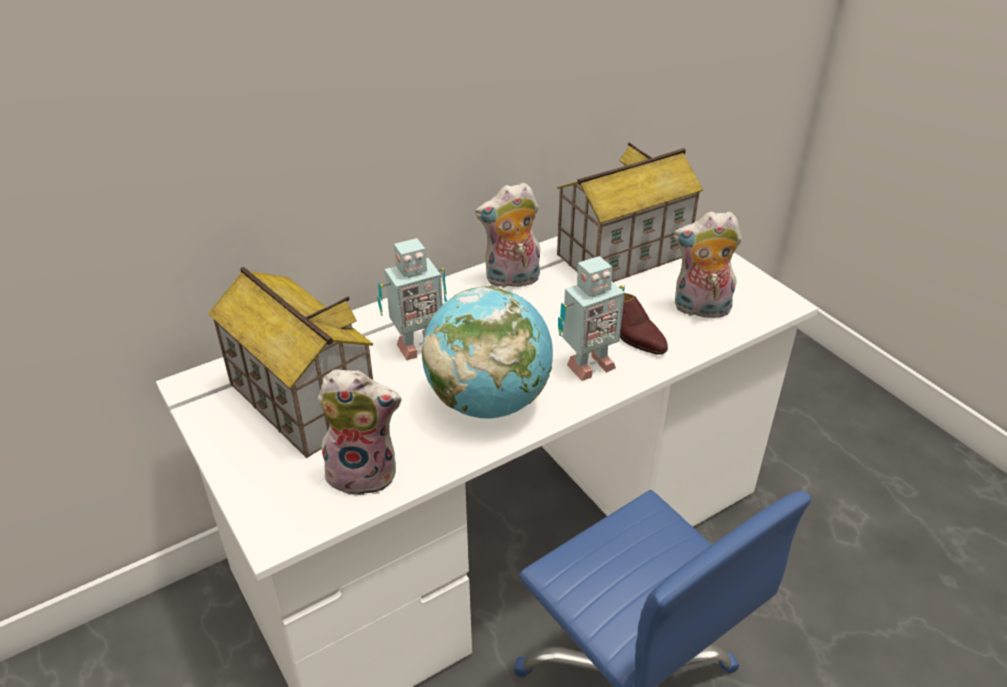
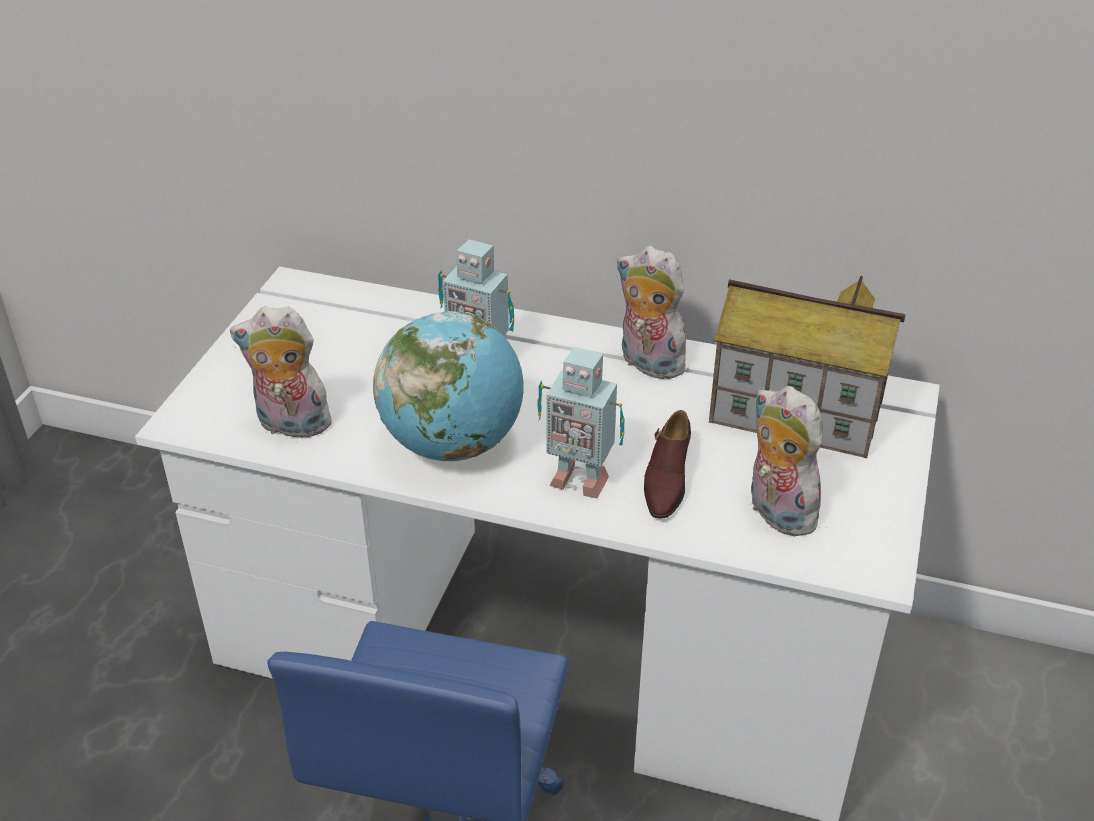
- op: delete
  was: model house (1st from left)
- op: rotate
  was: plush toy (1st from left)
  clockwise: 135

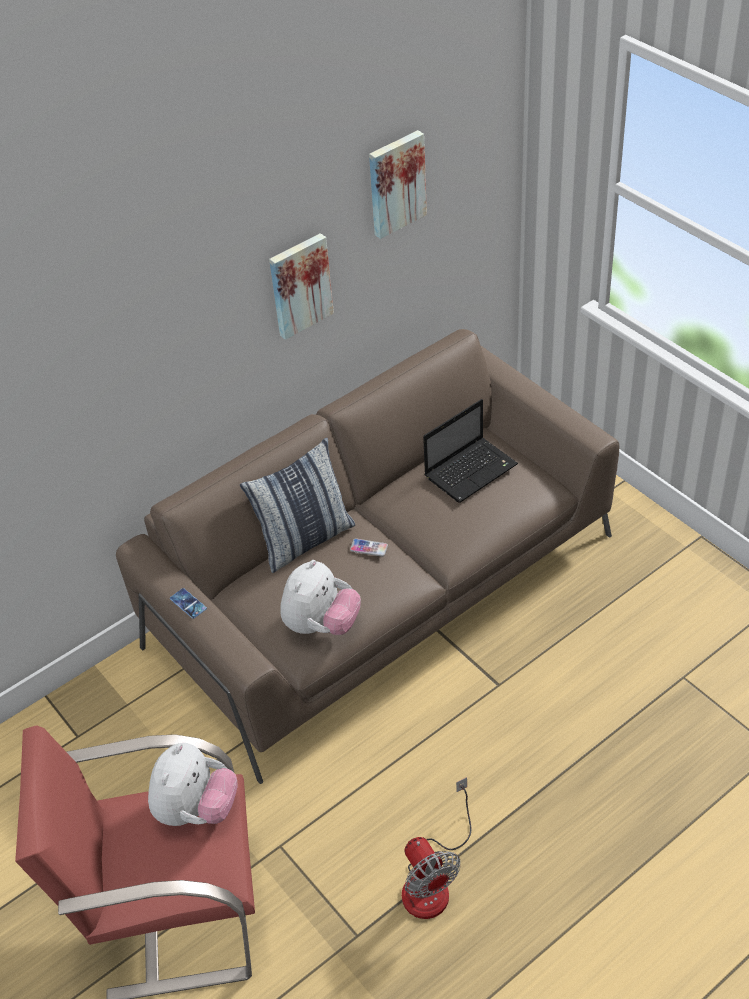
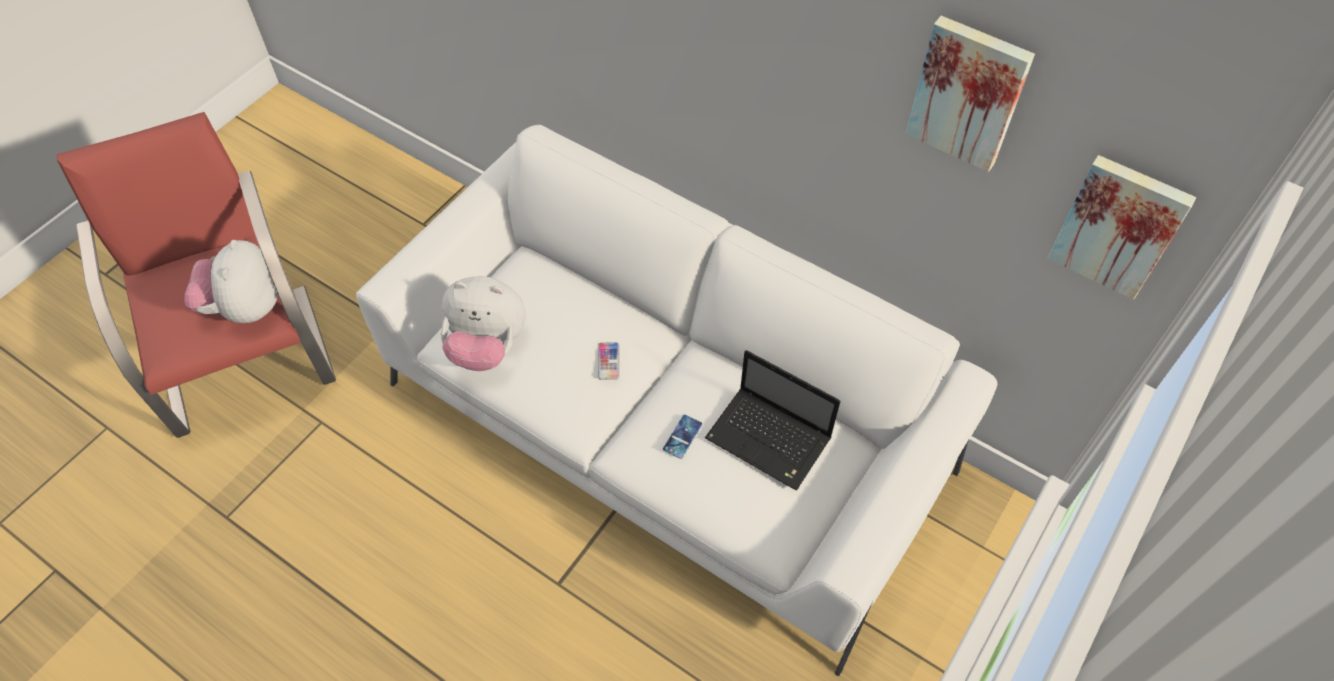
- op: delete
  was: cushion
- op: delete
  was: electric fan
- op: move
  was: phone (1st from left in the first image)
  now: phone (2nd from left)
- op: move
  was: wall picture (1st from left in the first image)
  now: wall picture (2nd from left)
- op: recolor
  was: sofa (brown-coloured)
  now: sofa (white-coloured)
- op: rotate
  was: plush toy (1st from left)
  clockwise: 90

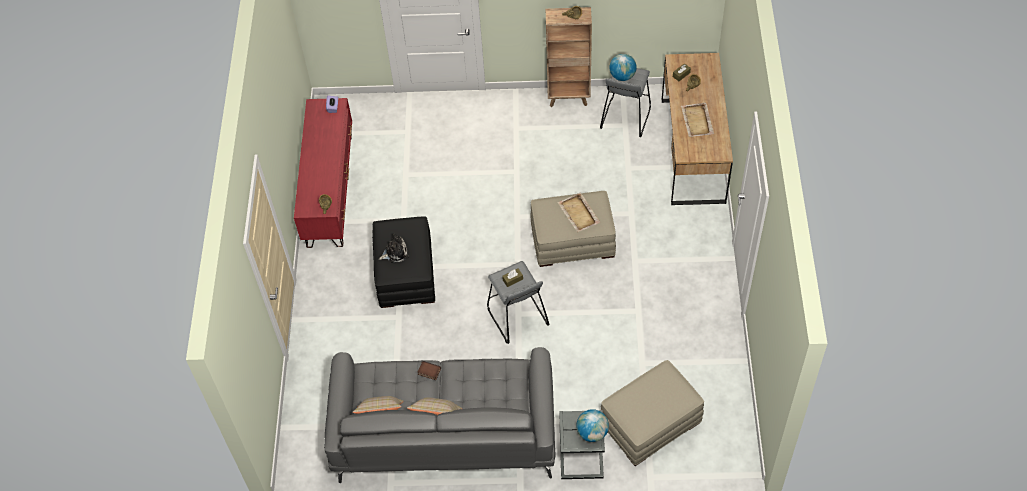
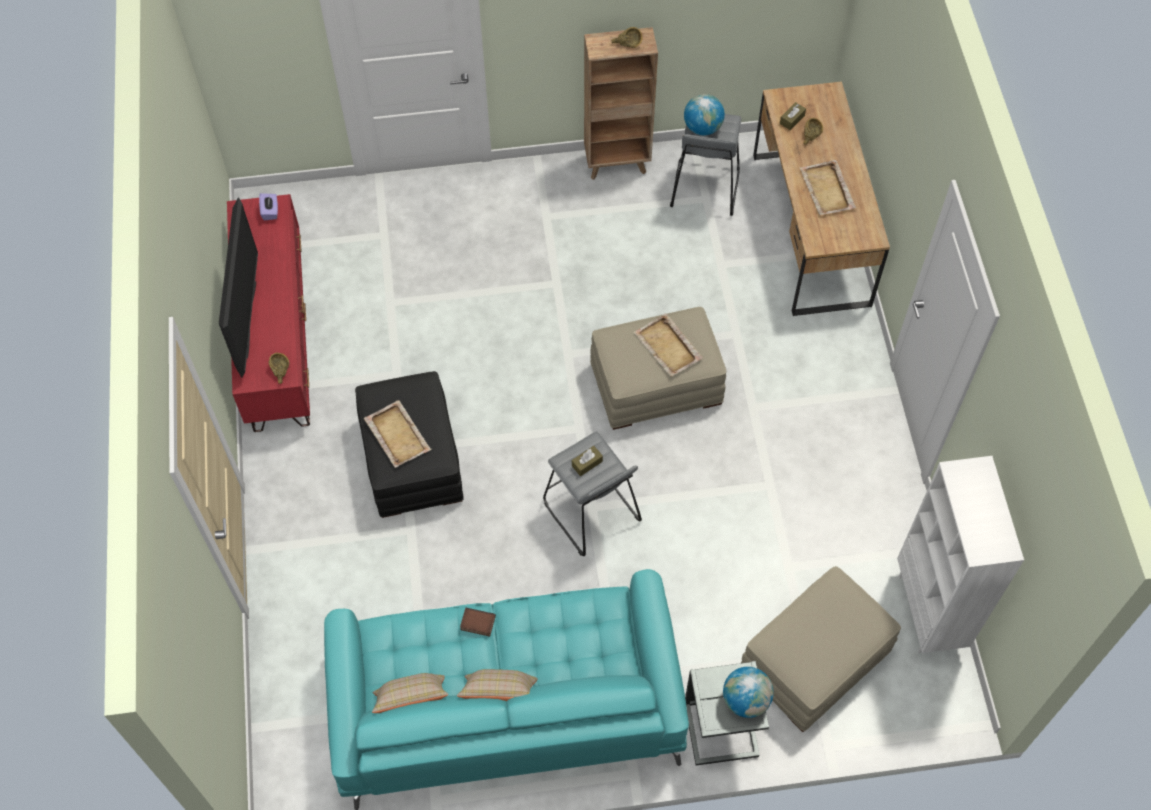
- op: insert
  now: television
- op: insert
  now: bookcase (white-coloured)
- op: replace
  was: plush toy
  now: tray (sand-coloured) (1st from left)
- op: recolor
  was: sofa (greyish)
  now: sofa (turquoise-coloured)

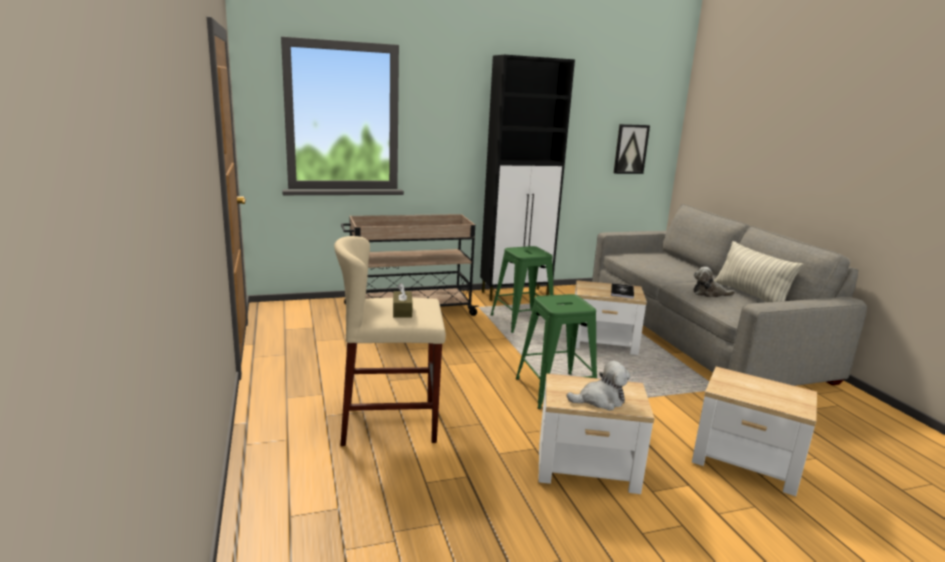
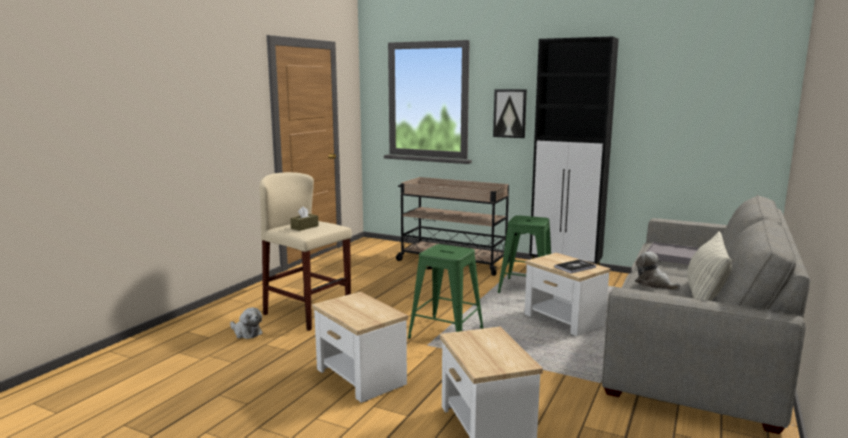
- op: insert
  now: tray (greyish)
- op: move
  was: plush toy (1st from left)
- op: move
  was: wall picture

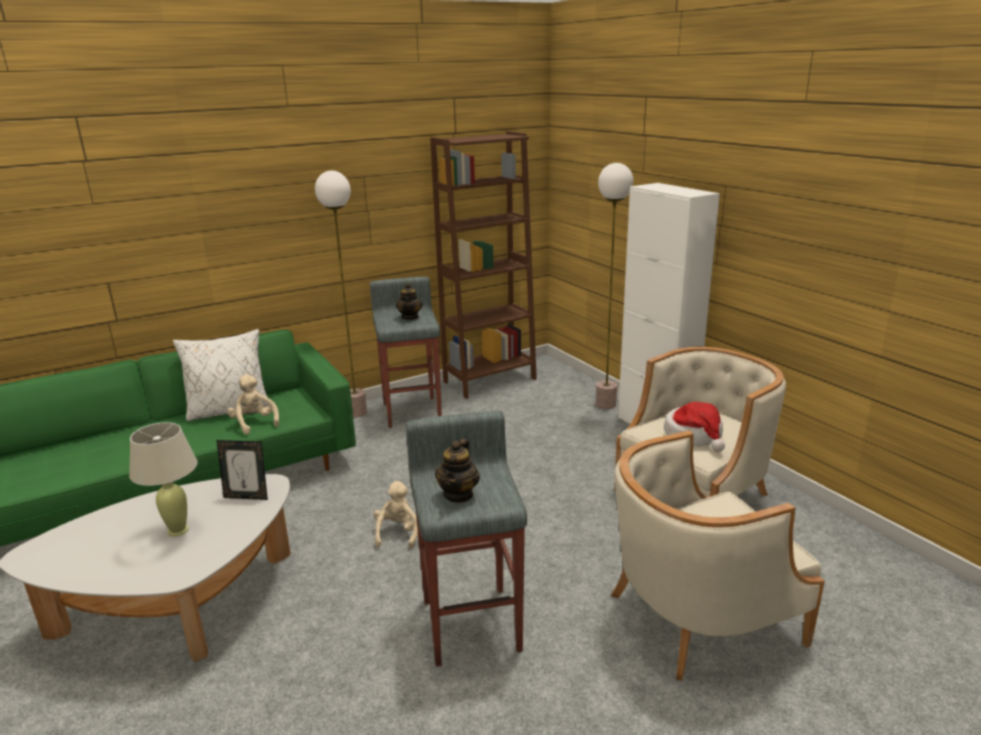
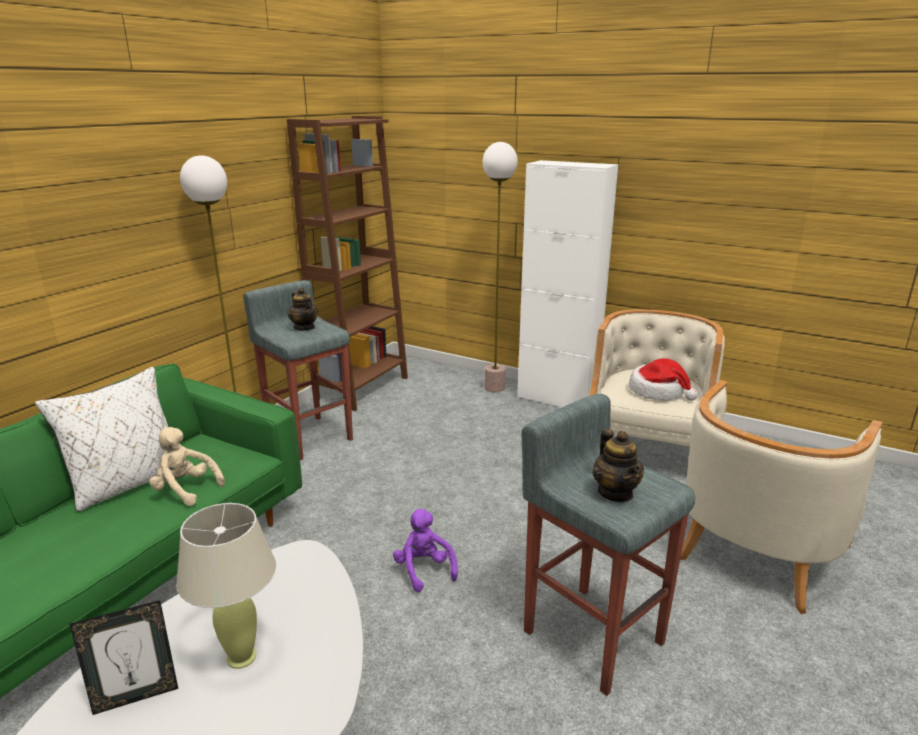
- op: move
  was: standing frame
- op: recolor
  was: plush toy (sand-coloured) (2nd from left)
  now: plush toy (purple)

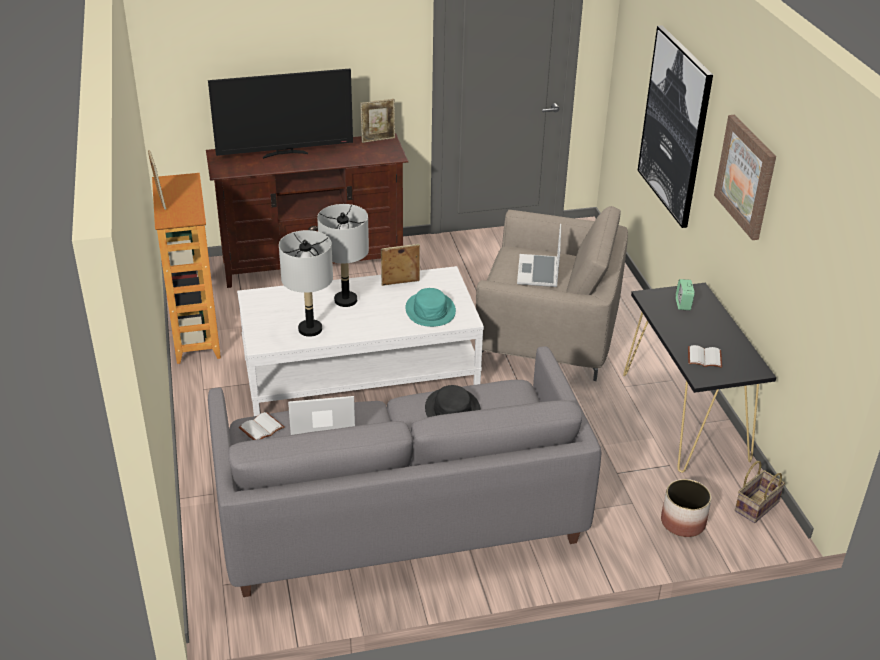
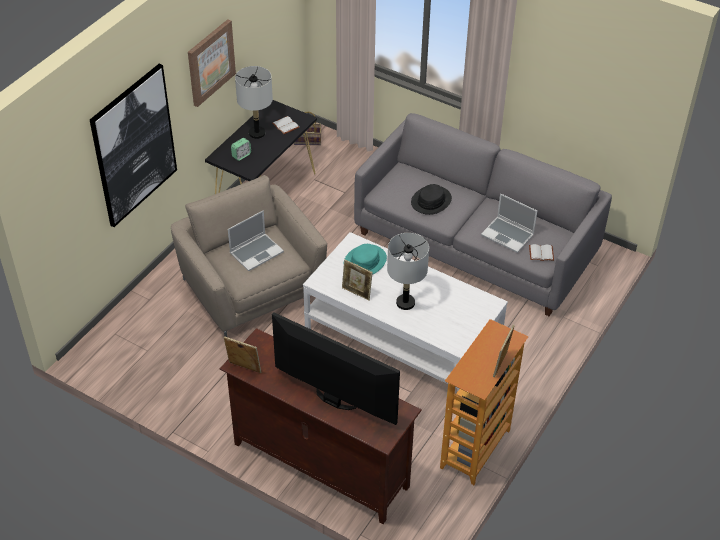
- op: delete
  was: plant pot
- op: move
  was: lamp for a table (greyish) (1st from left)

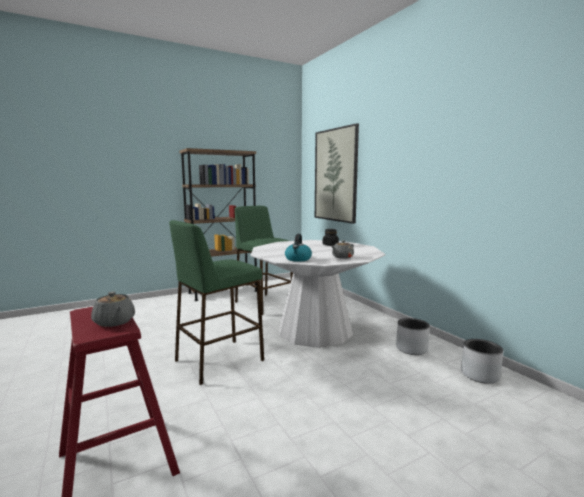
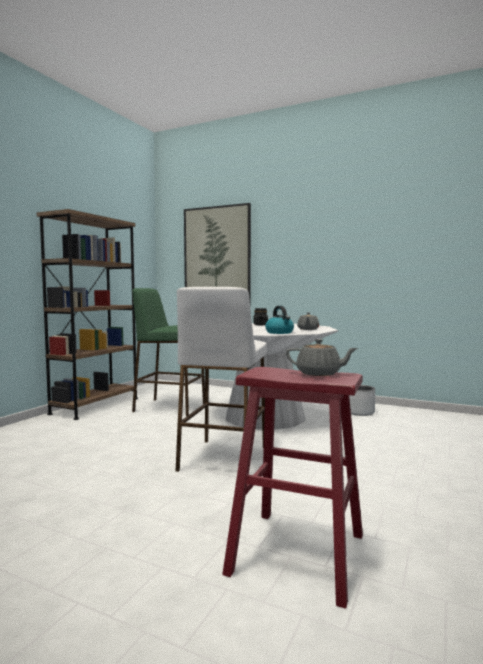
- op: delete
  was: plant pot (greyish) (2nd from left)
- op: recolor
  was: stool seat (greenish) (1st from left)
  now: stool seat (white-coloured)

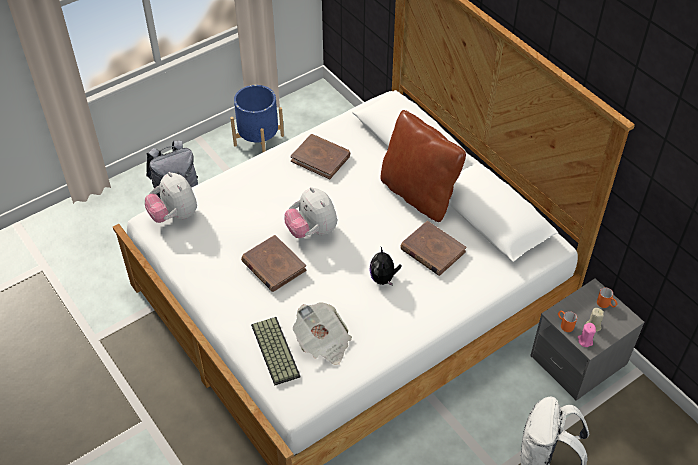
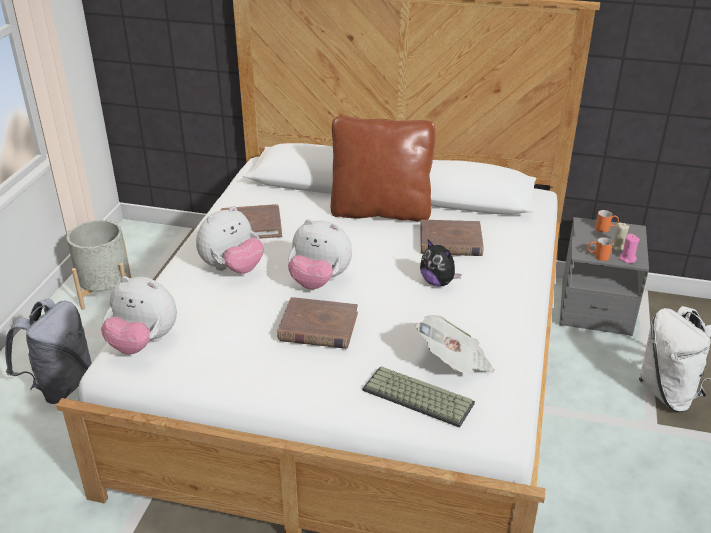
- op: insert
  now: plush toy (2nd from left)
- op: recolor
  was: plant pot (bluish)
  now: plant pot (greyish)

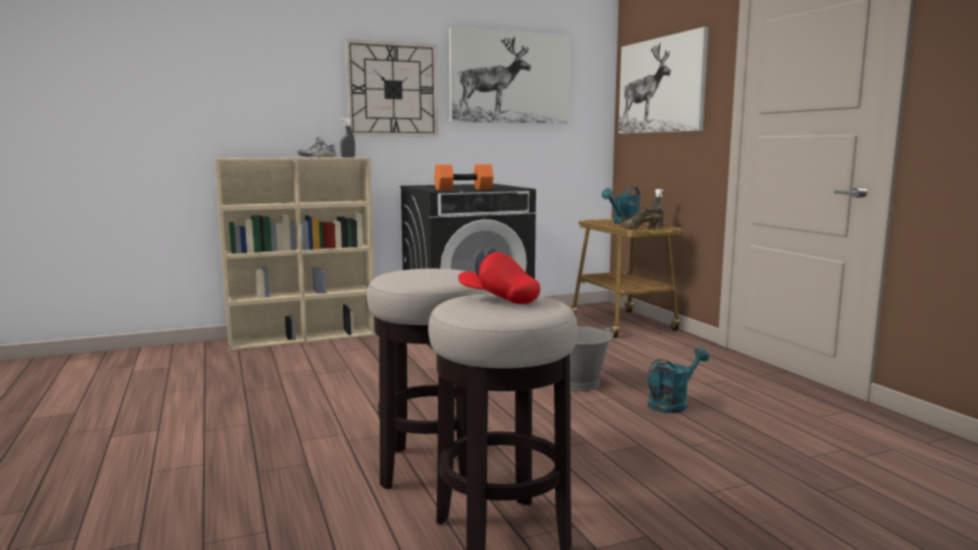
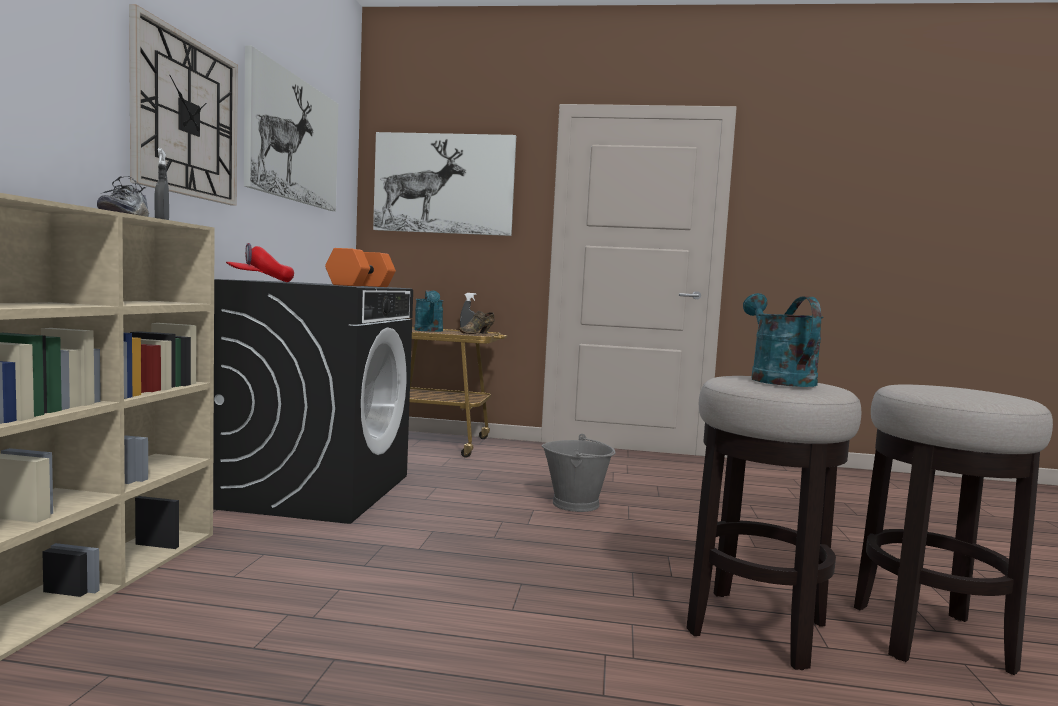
- op: move
  was: peaked cap (red-coloured)
- op: move
  was: sprinkling can (turquoise-coloured) (2nd from left)

